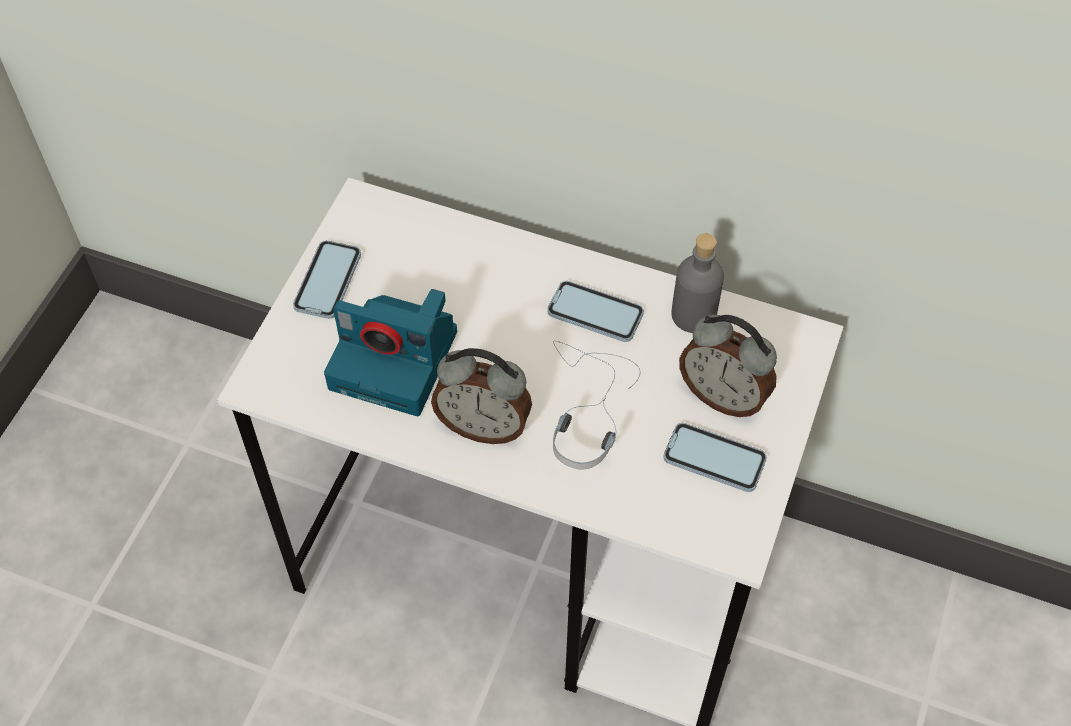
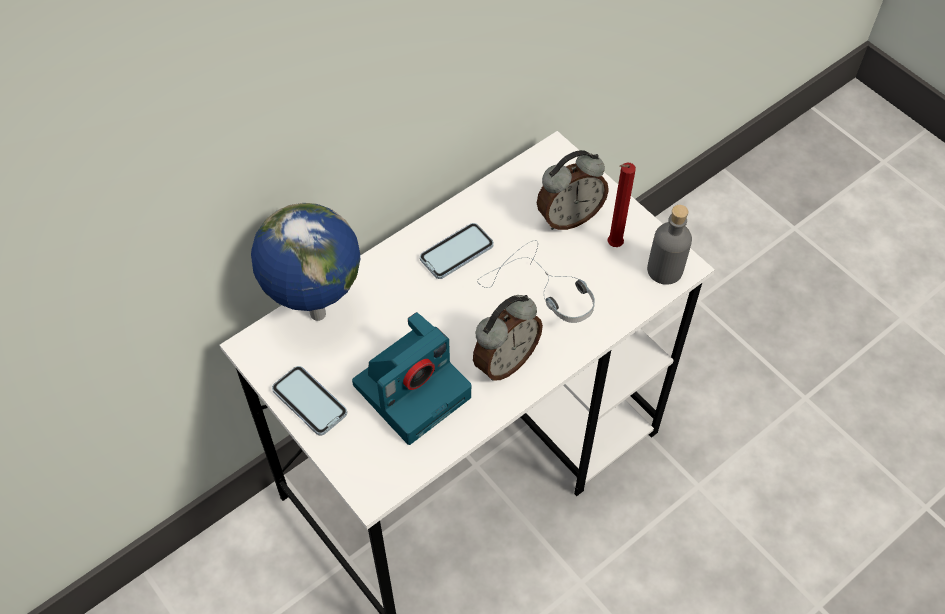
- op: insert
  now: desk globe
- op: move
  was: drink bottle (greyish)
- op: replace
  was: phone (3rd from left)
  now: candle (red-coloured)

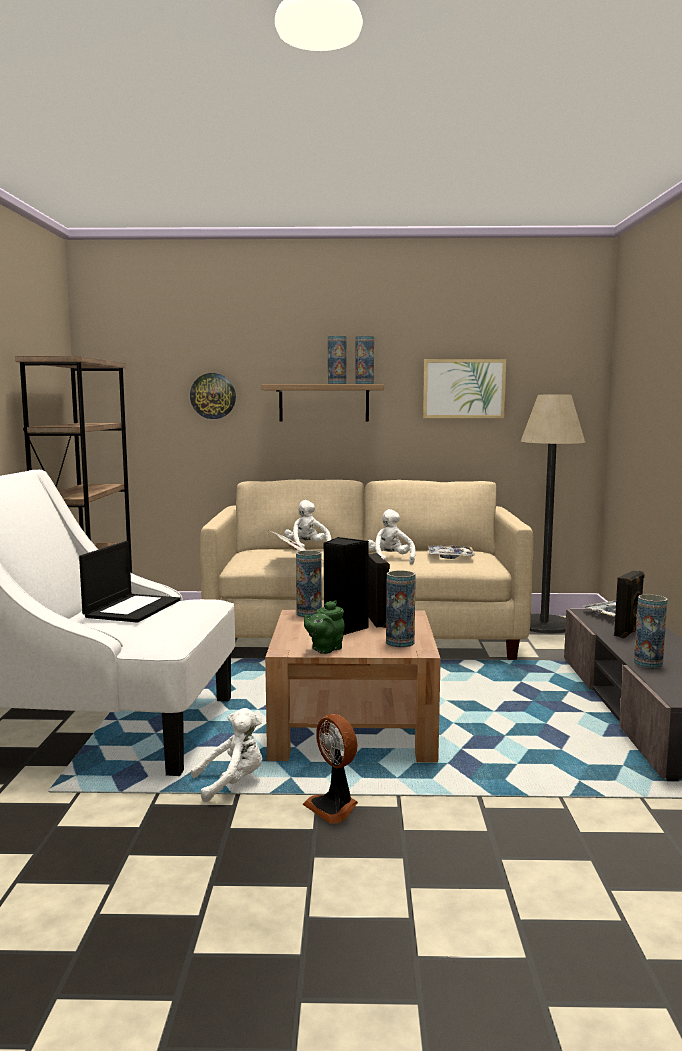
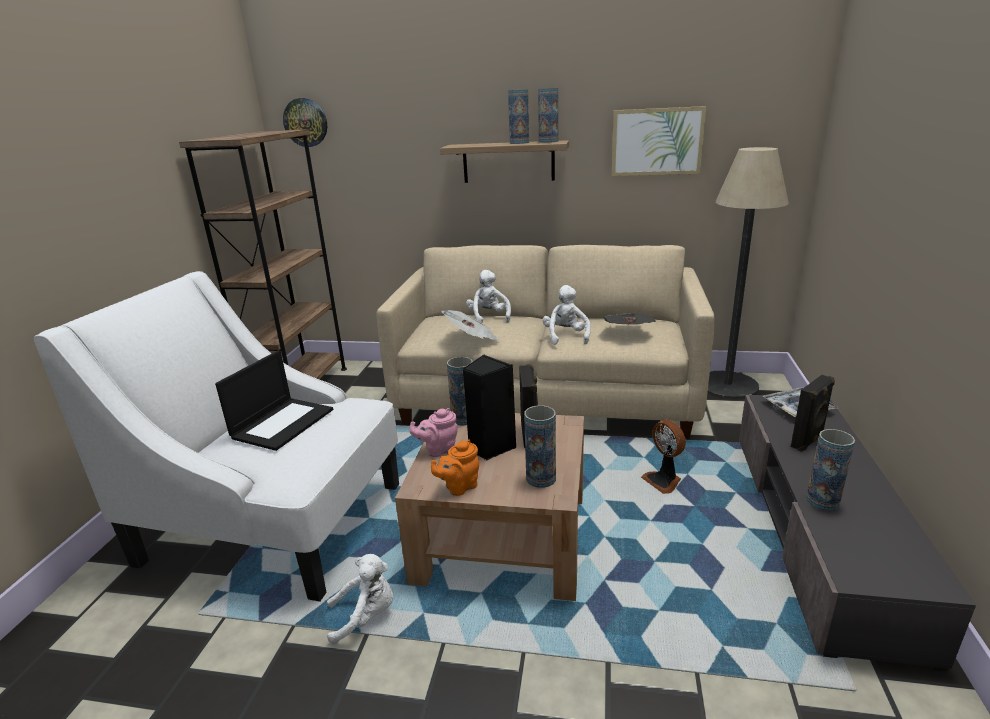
- op: insert
  now: tea pot (pink-coloured)
- op: move
  was: hanging clock
- op: move
  was: electric fan
- op: replace
  was: tray (1st from left)
  now: newspaper (2nd from left)
- op: recolor
  was: tea pot (greenish)
  now: tea pot (orange-coloured)

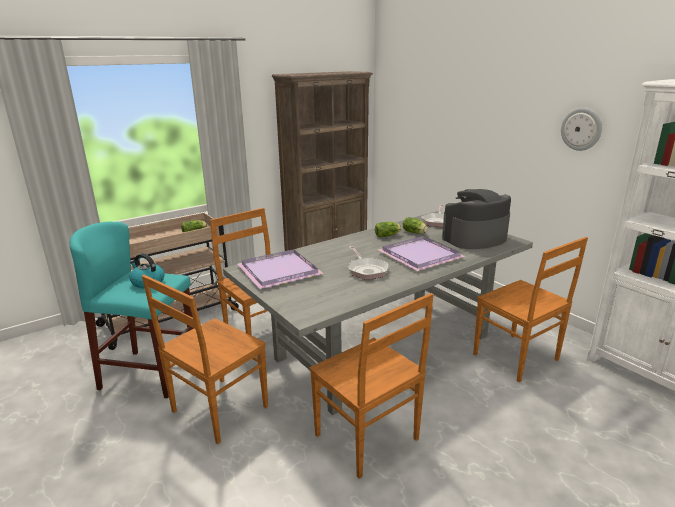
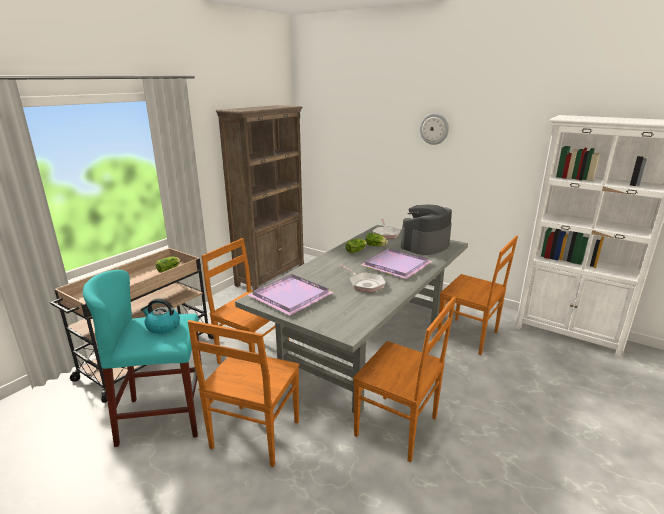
- op: move
  was: hanging clock

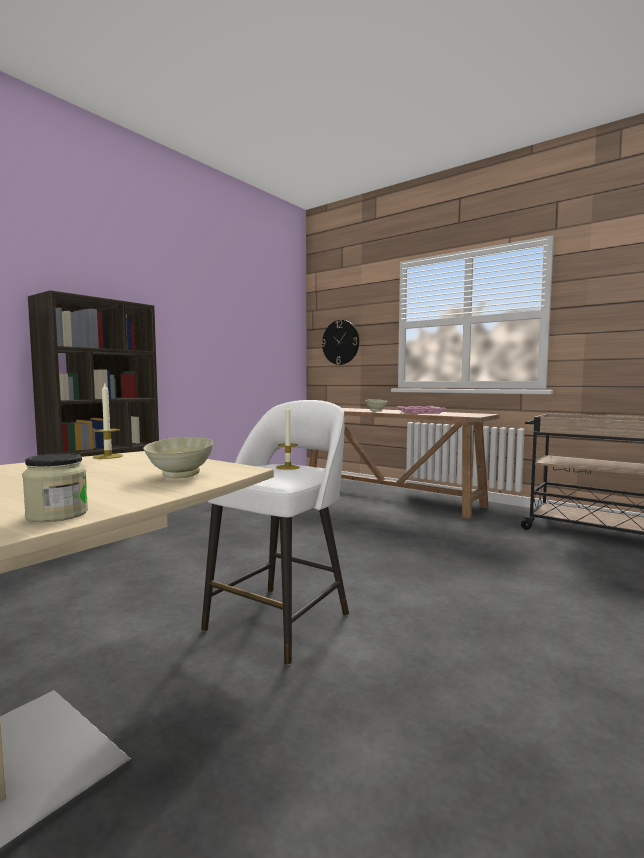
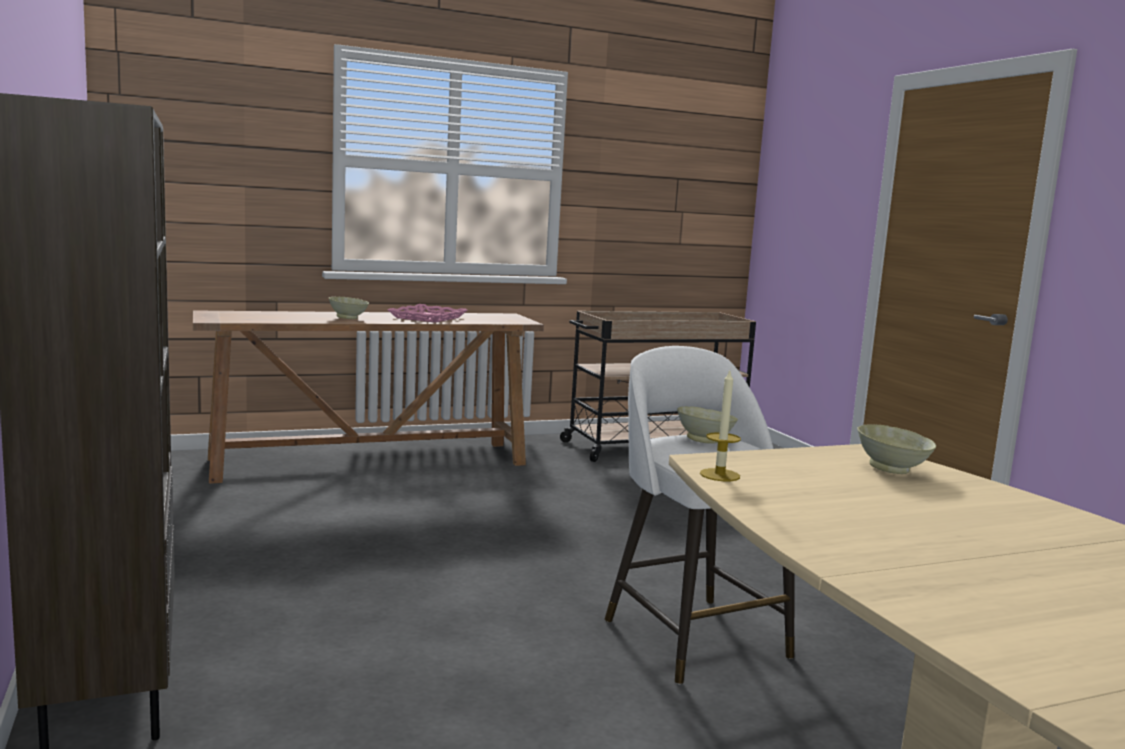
- op: delete
  was: storage jar
- op: delete
  was: hanging clock
- op: replace
  was: candle (2nd from left)
  now: bowl (sand-coloured) (2nd from left)

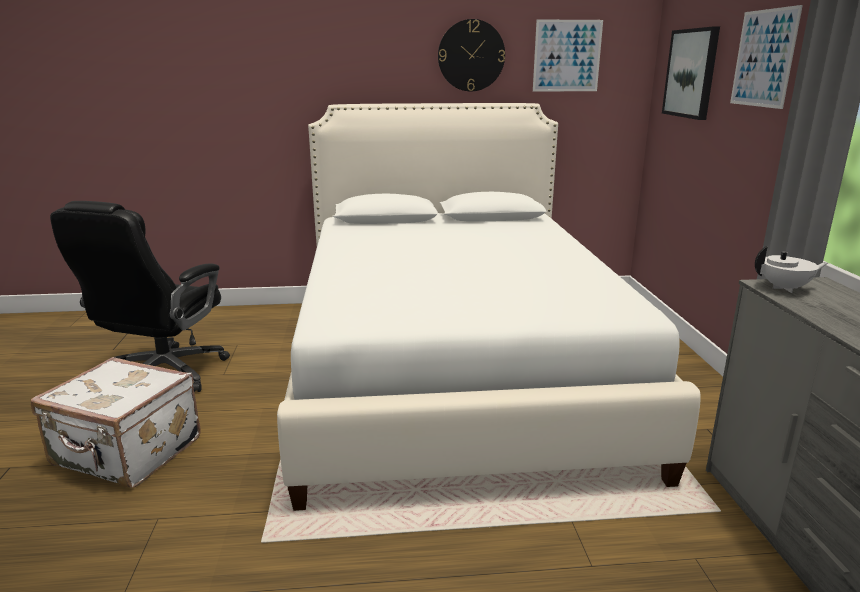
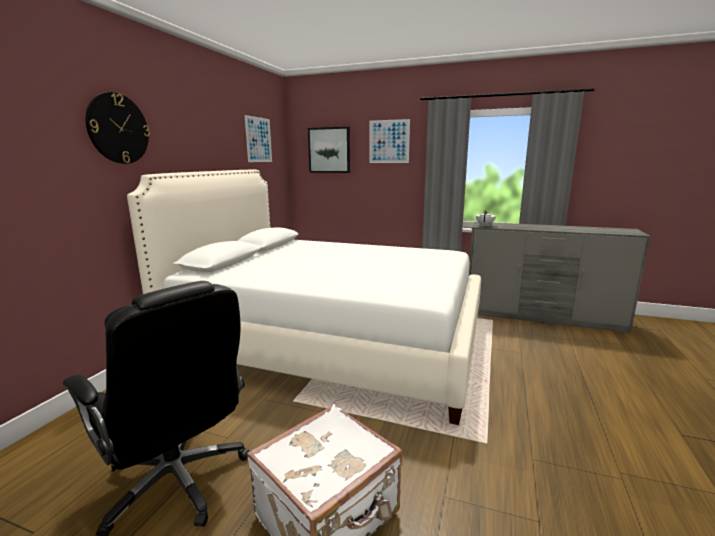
- op: move
  was: hanging clock

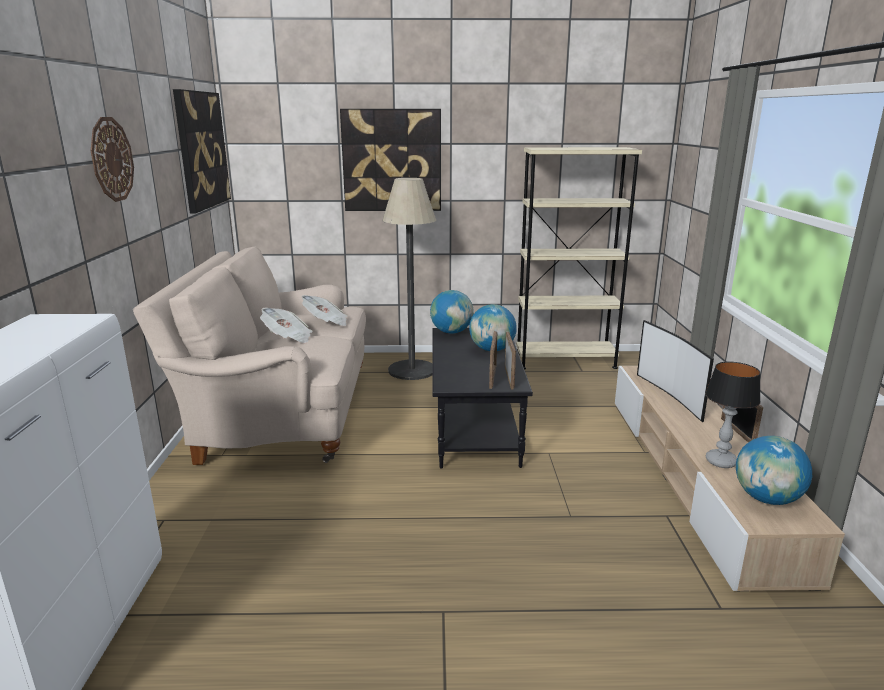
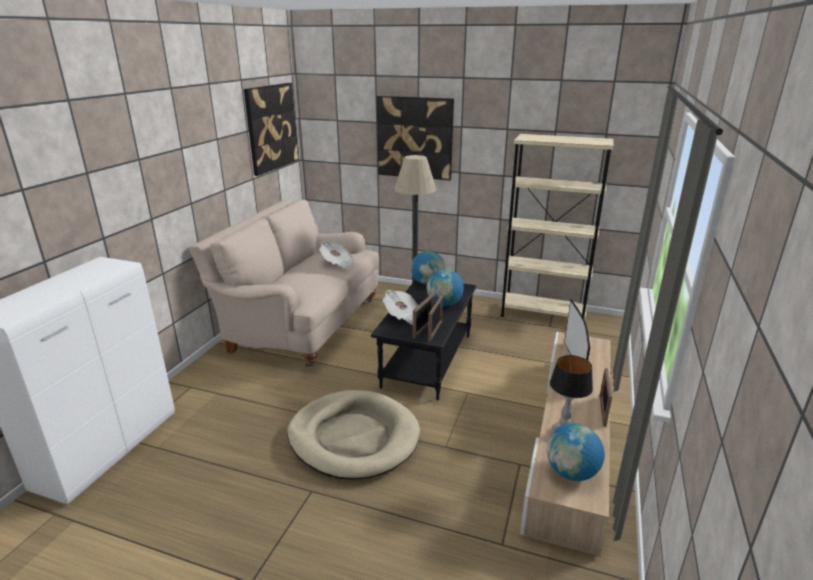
- op: delete
  was: hanging clock
- op: insert
  now: dog bed (sand-coloured)
- op: move
  was: newspaper (1st from left in the first image)
  now: newspaper (2nd from left)

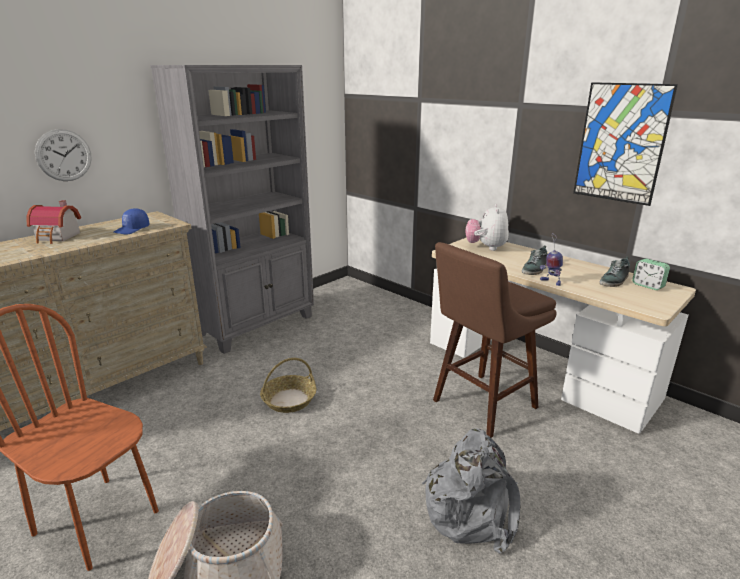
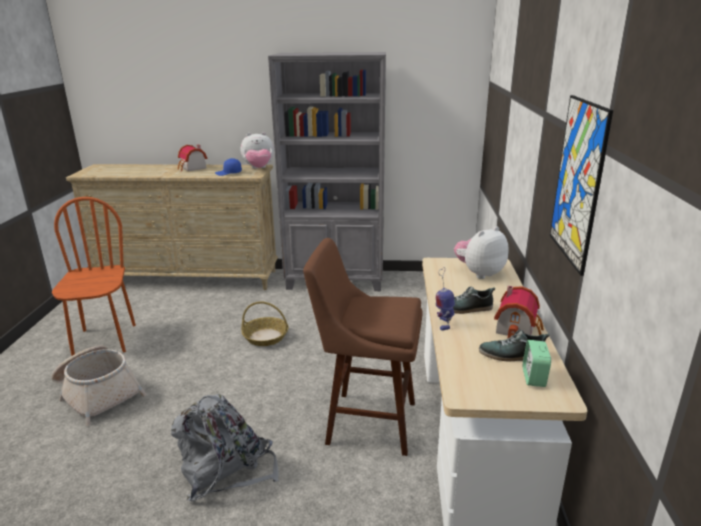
- op: delete
  was: hanging clock
- op: insert
  now: plush toy (1st from left)
- op: insert
  now: model house (2nd from left)

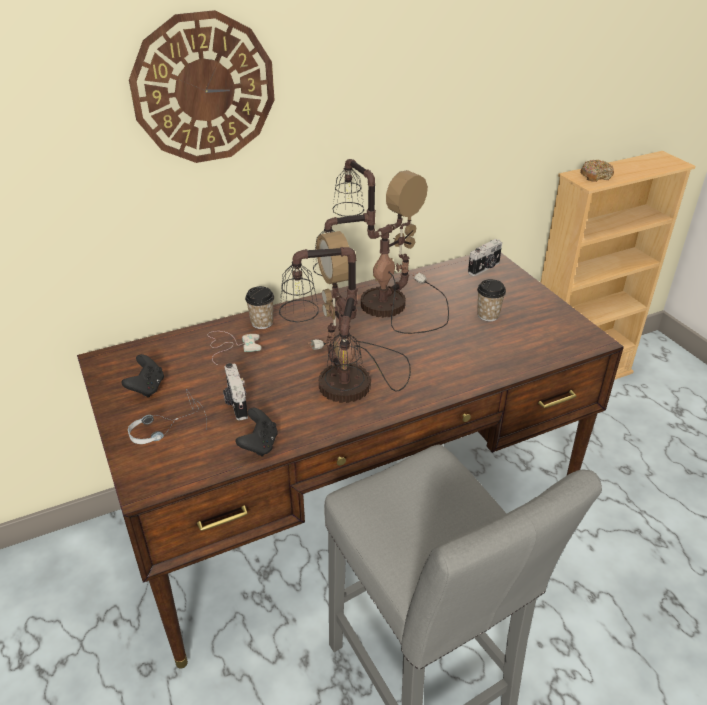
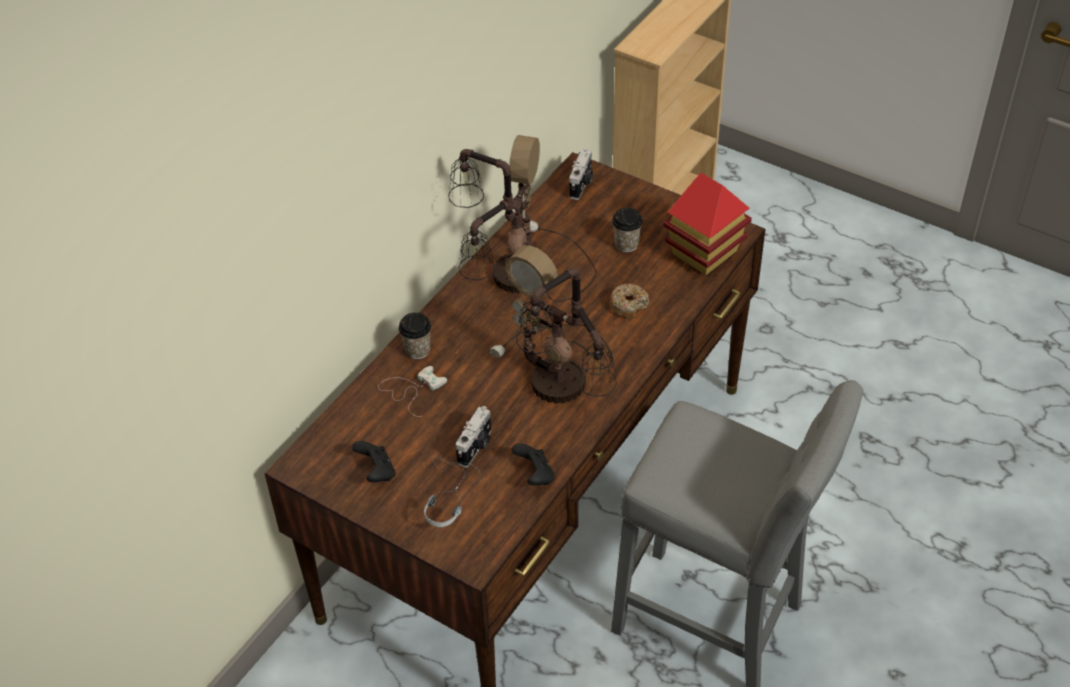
- op: delete
  was: hanging clock
- op: insert
  now: model house
- op: move
  was: doughnut
- op: rotate
  was: photo camera (1st from left)
  clockwise: -105

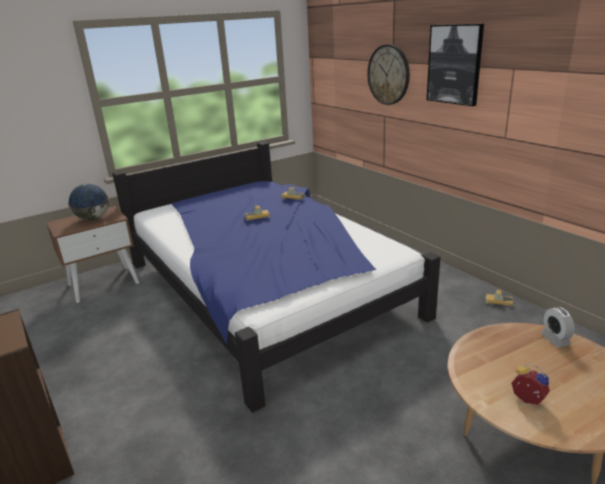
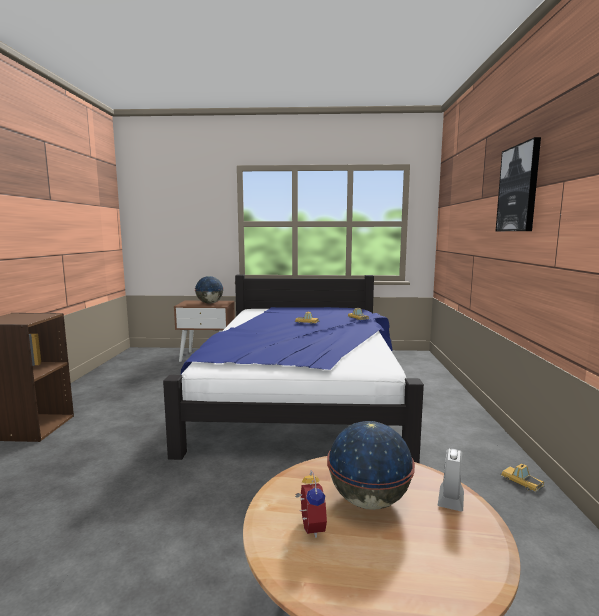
- op: delete
  was: hanging clock
- op: insert
  now: desk globe (2nd from left)

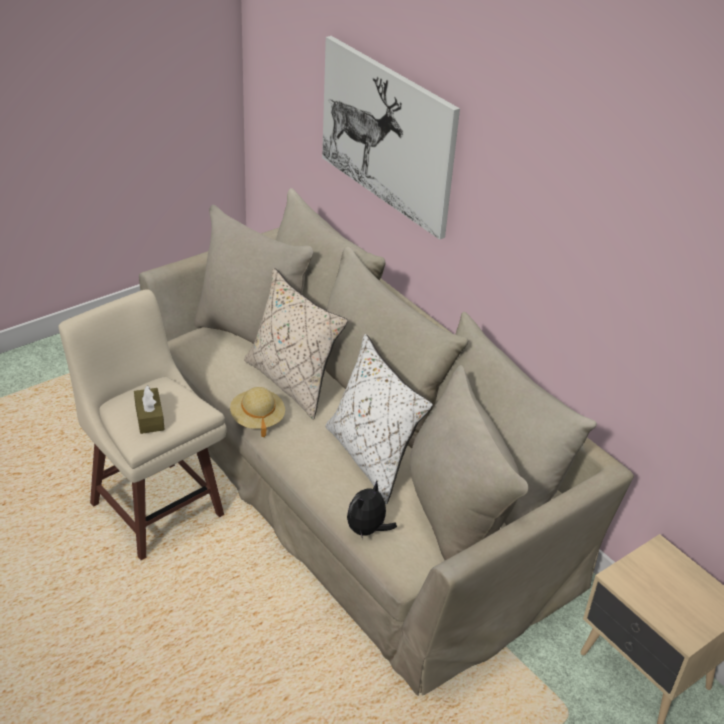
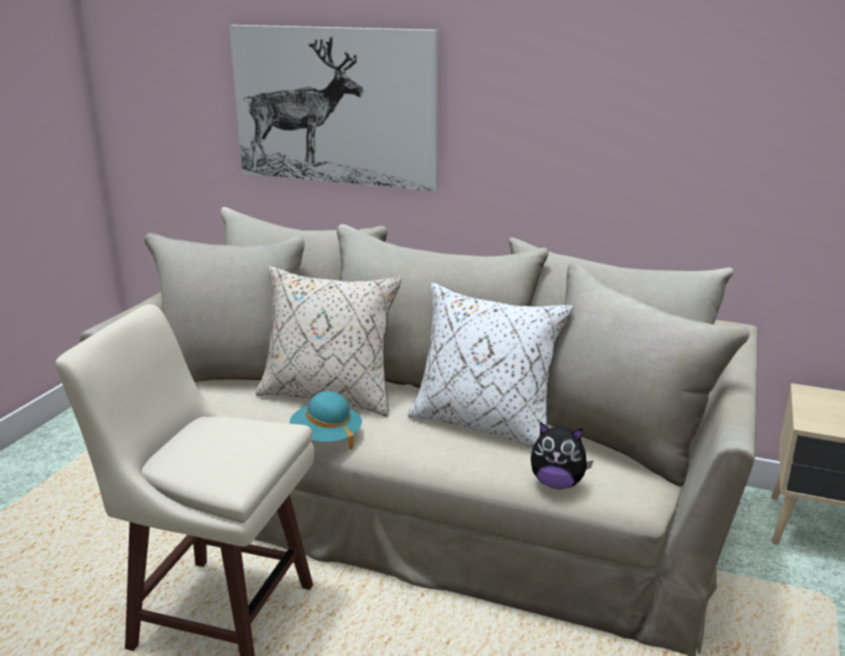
- op: delete
  was: box of tissues (brown-coloured)
- op: recolor
  was: clothing hat (sand-coloured)
  now: clothing hat (turquoise-coloured)
- op: rotate
  was: plush toy
  clockwise: -75

